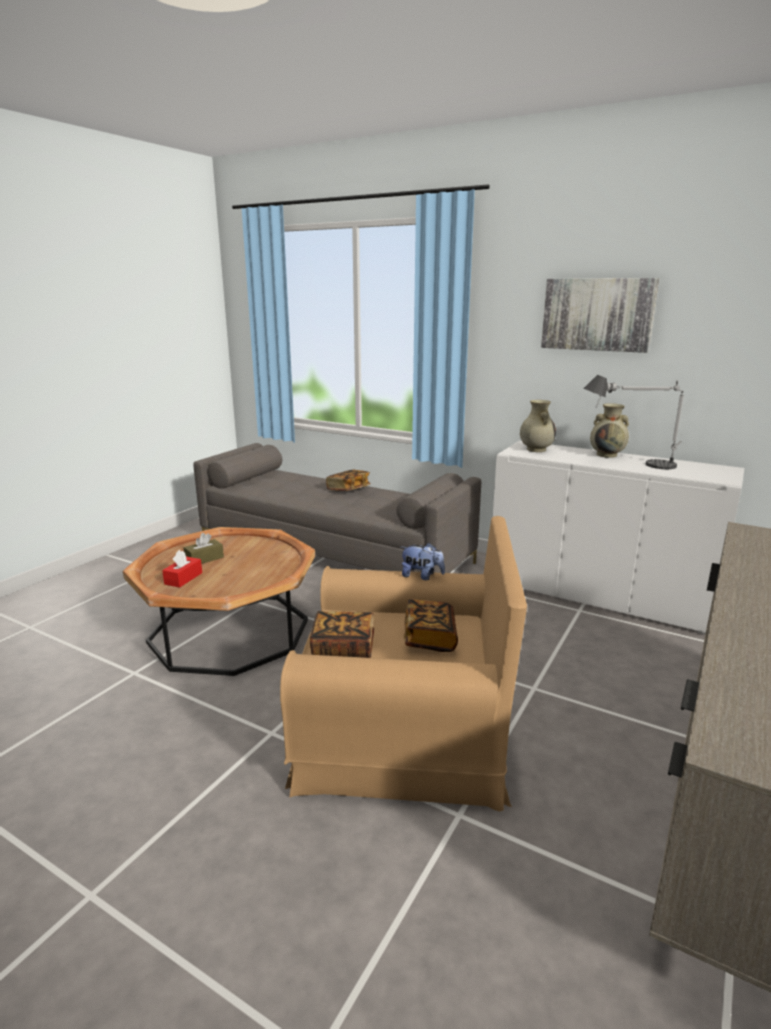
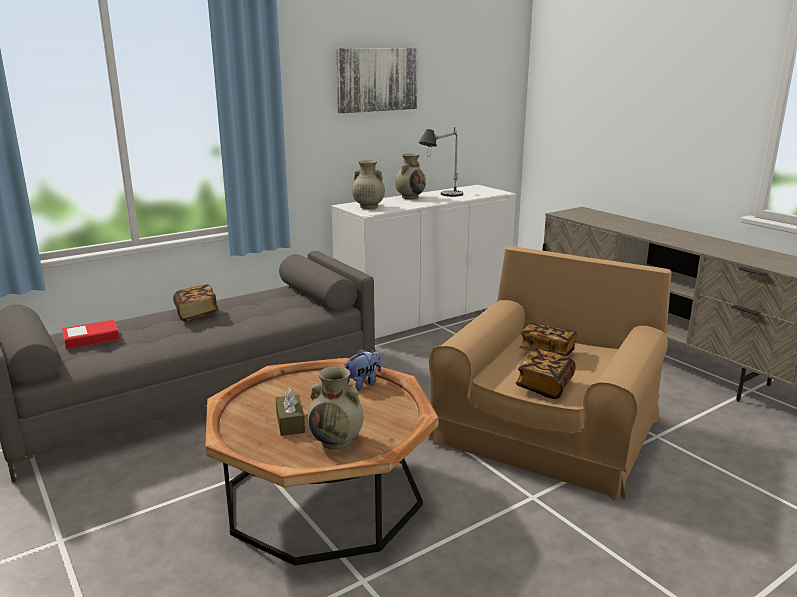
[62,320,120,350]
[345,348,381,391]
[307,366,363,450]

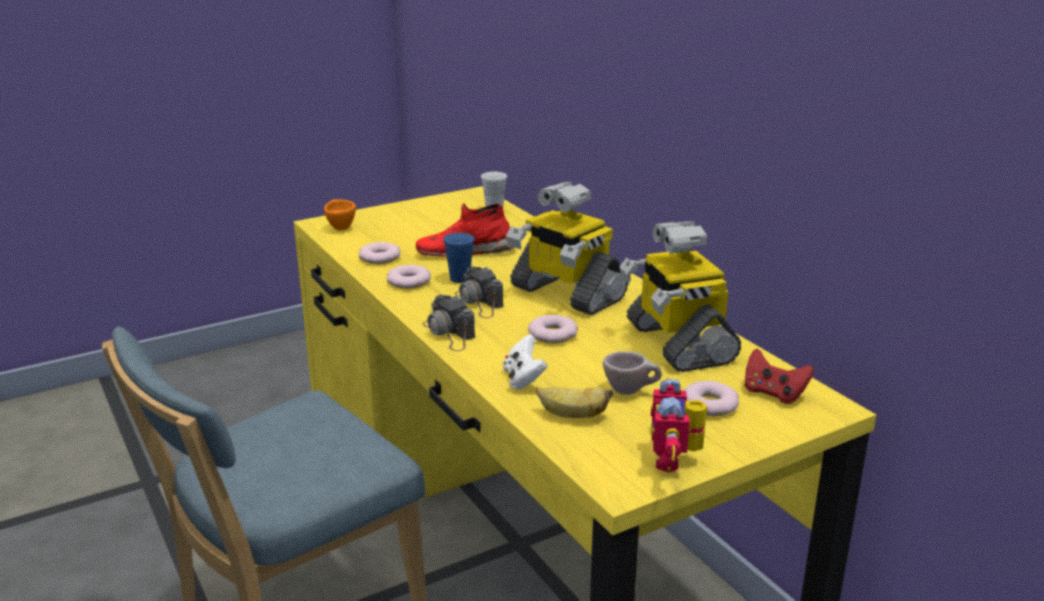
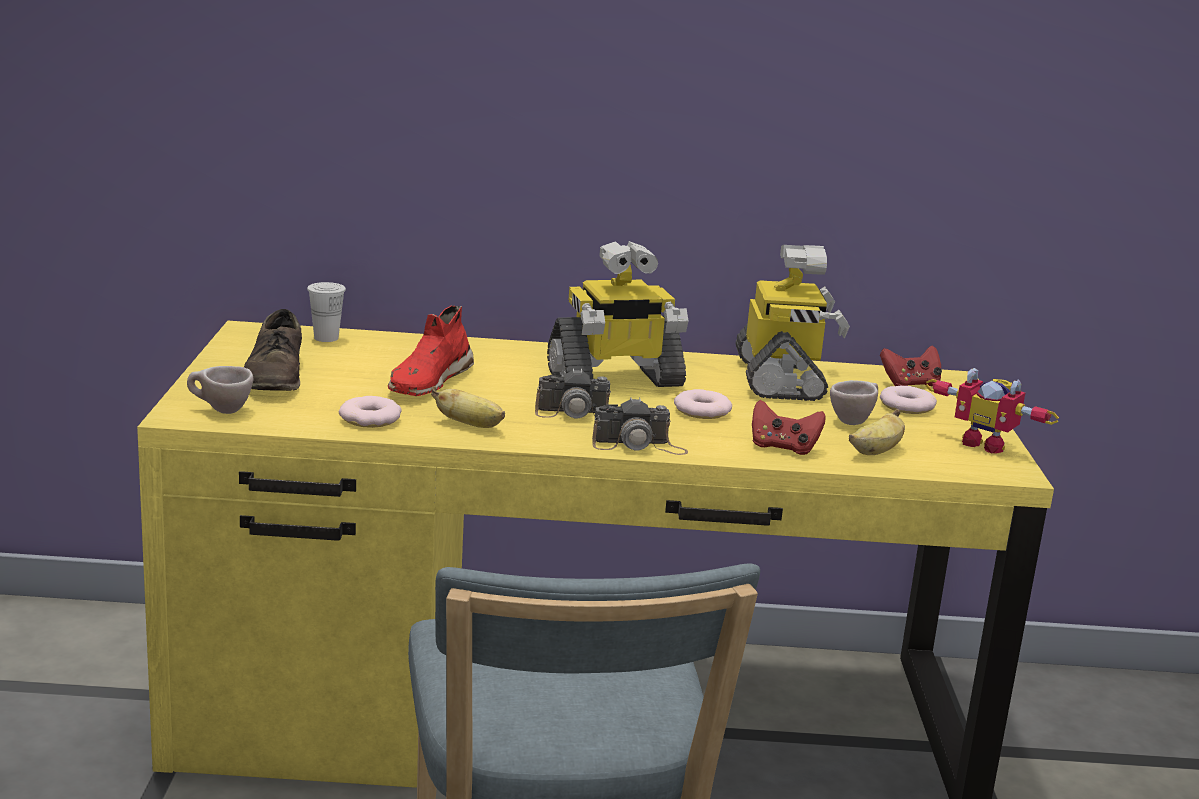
[443,233,475,283] (first image)
[244,309,302,391]
[431,386,505,428]
[187,366,254,414]
[752,400,826,455]
[736,245,850,401]

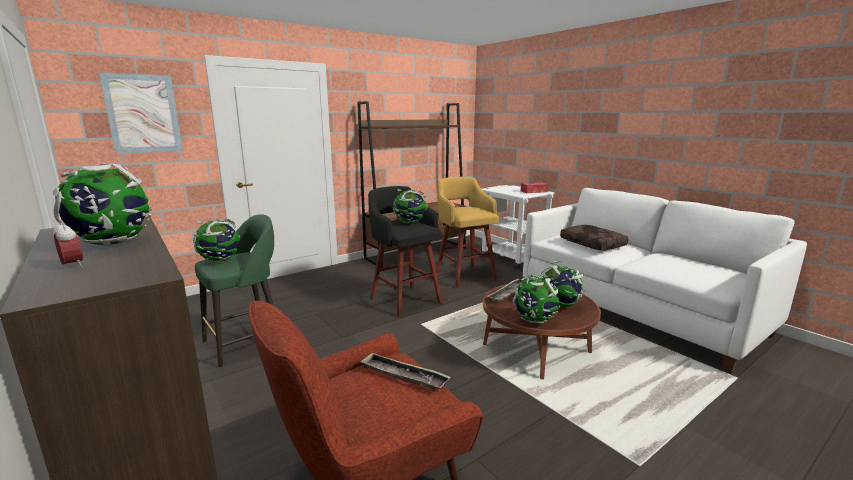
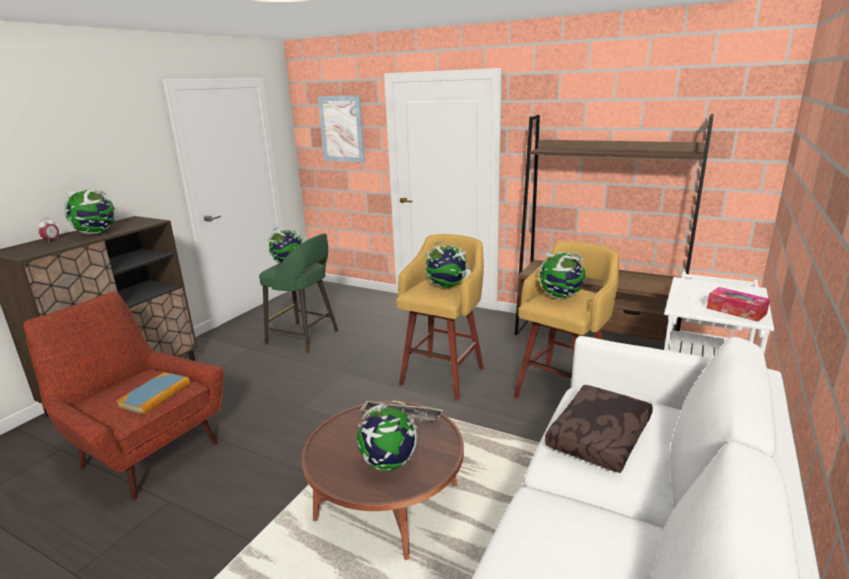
[539,252,585,299]
[117,372,190,414]
[396,234,484,400]

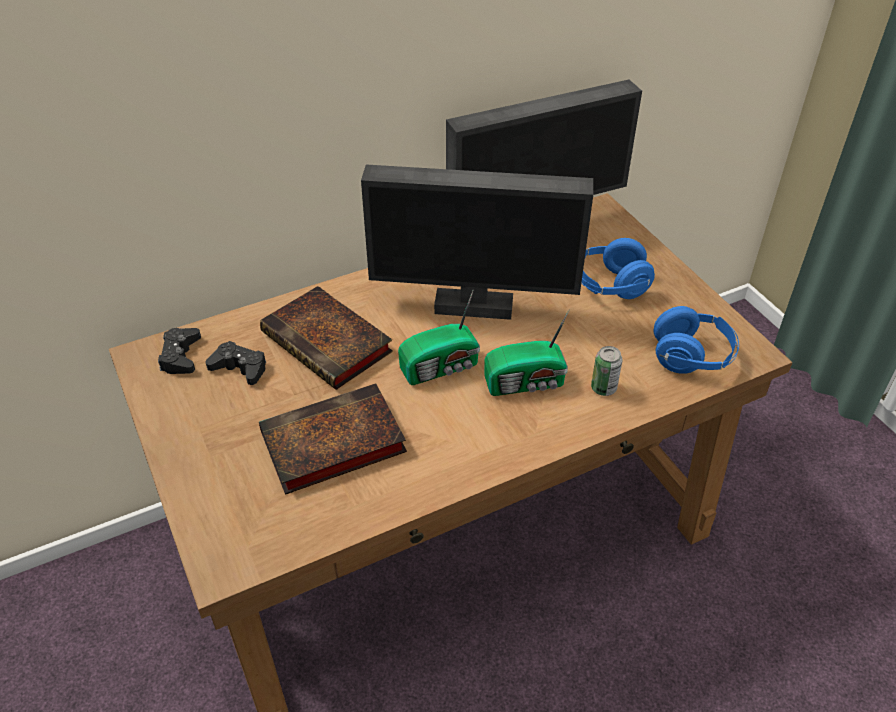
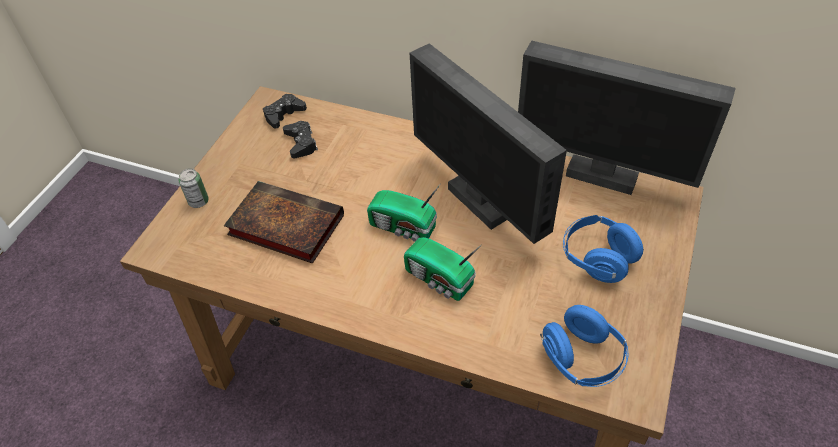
[260,286,393,390] (first image)
[178,168,209,208]

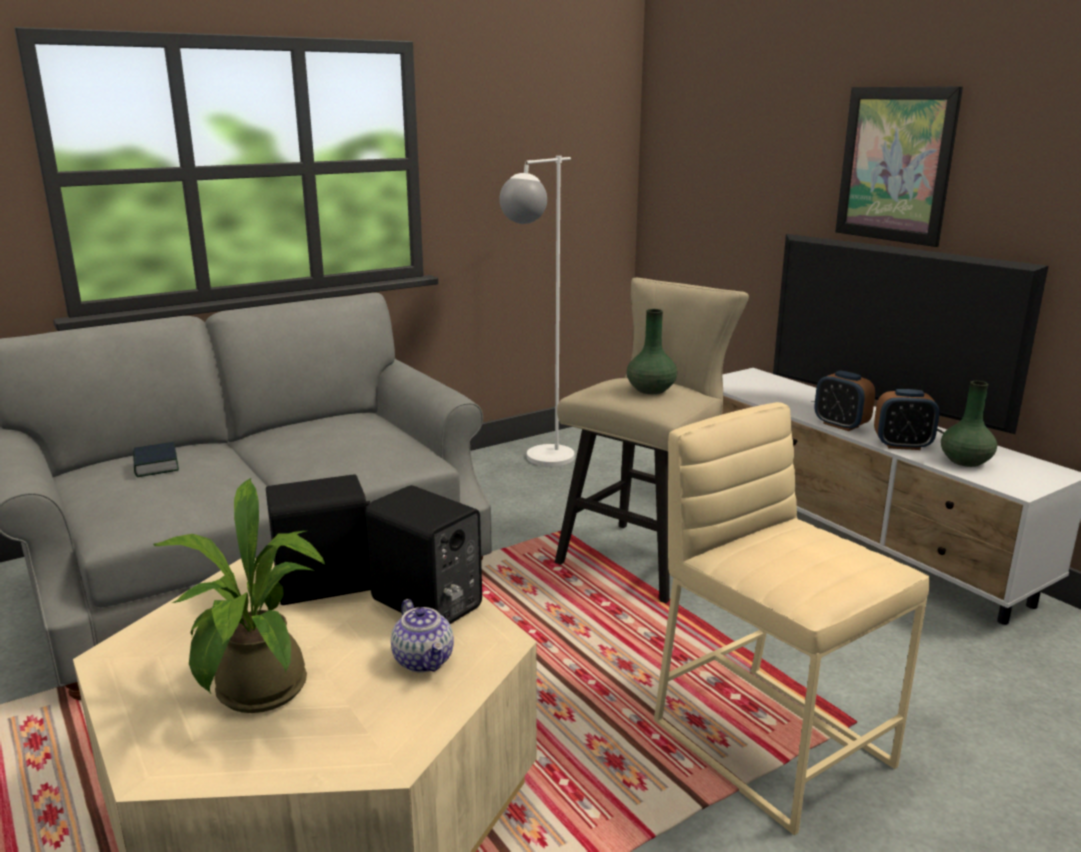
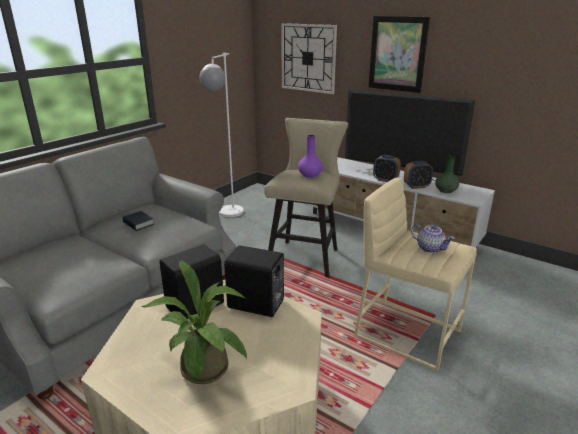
[281,23,337,94]
[122,211,154,231]
[411,224,455,253]
[298,135,323,178]

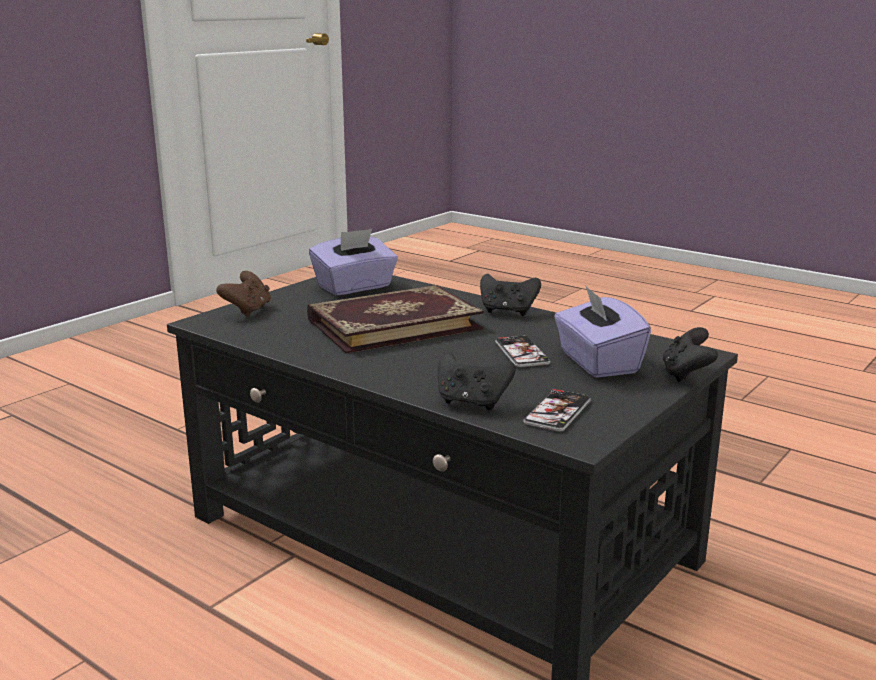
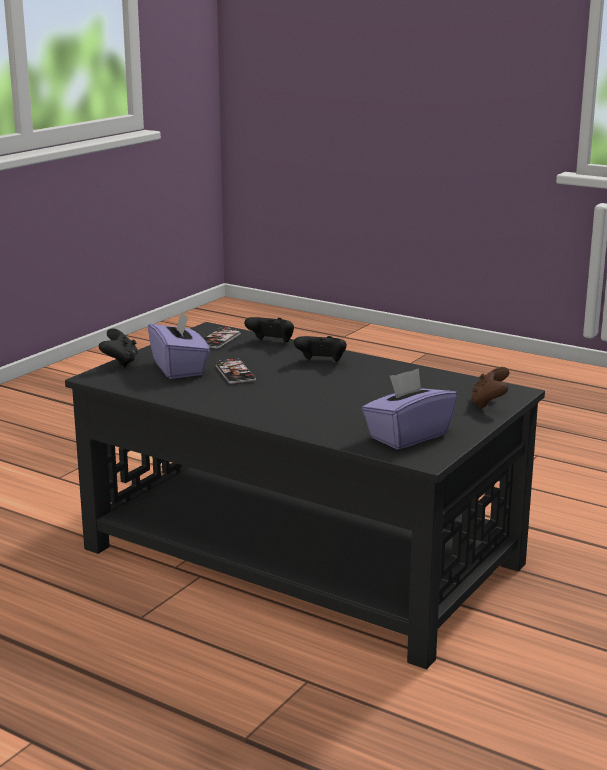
[307,285,484,353] (first image)
[294,336,347,362]

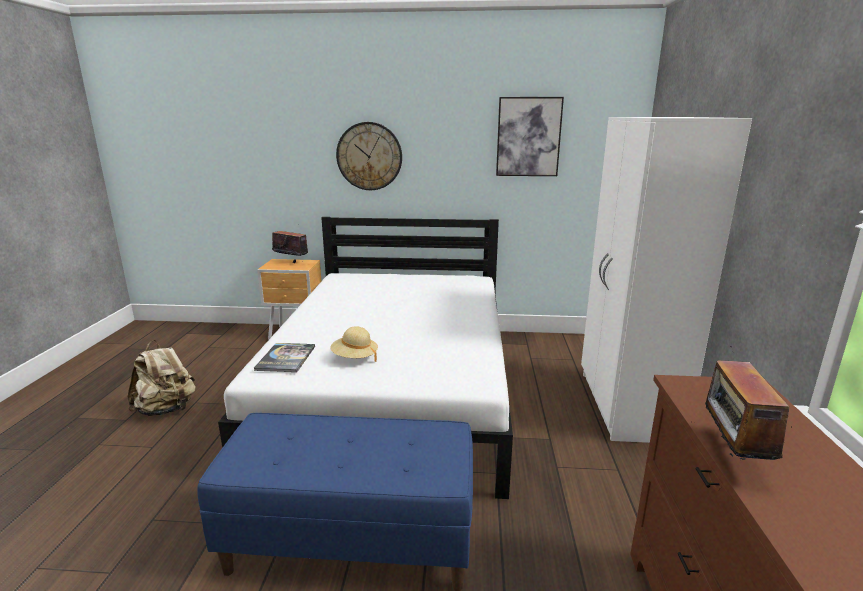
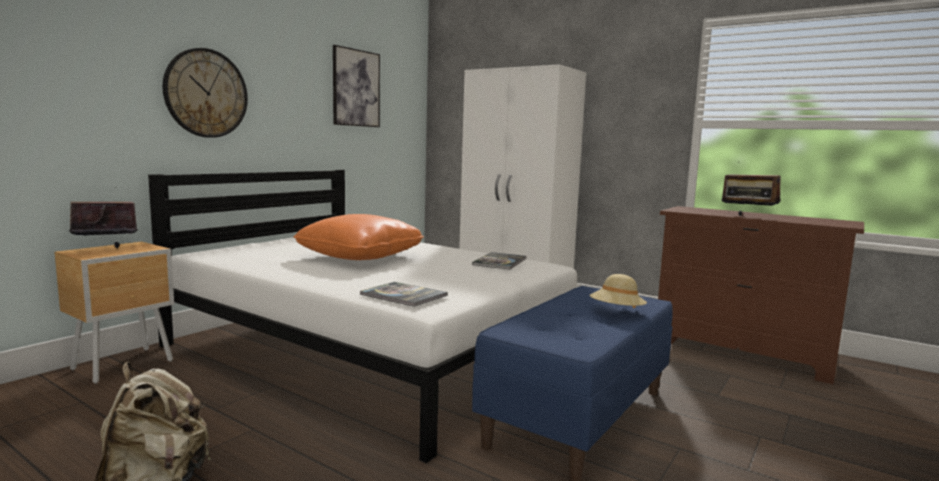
[293,214,424,260]
[472,252,527,269]
[590,274,647,308]

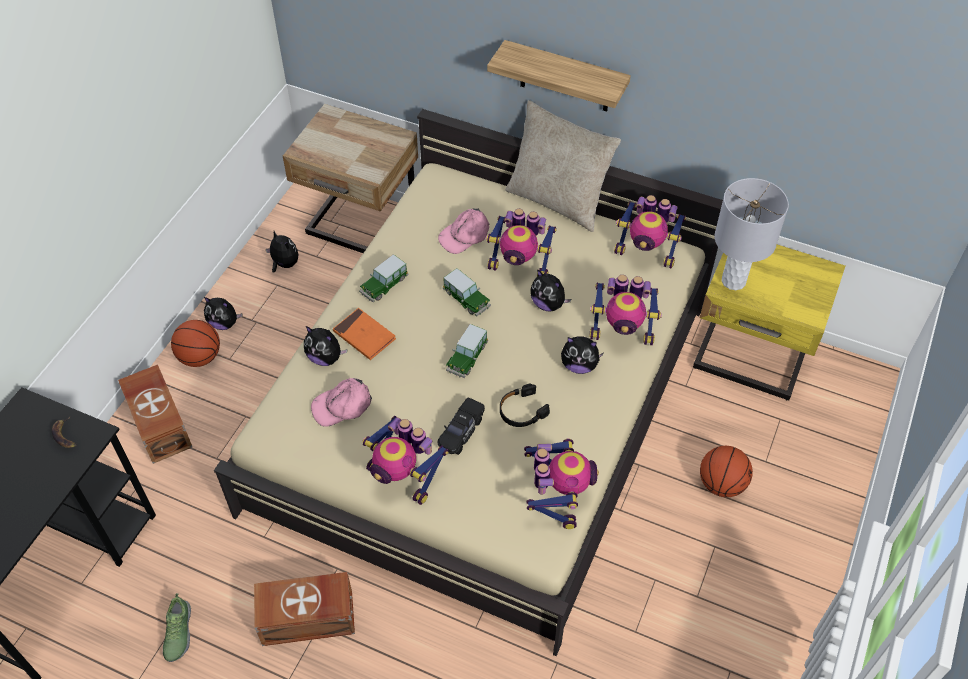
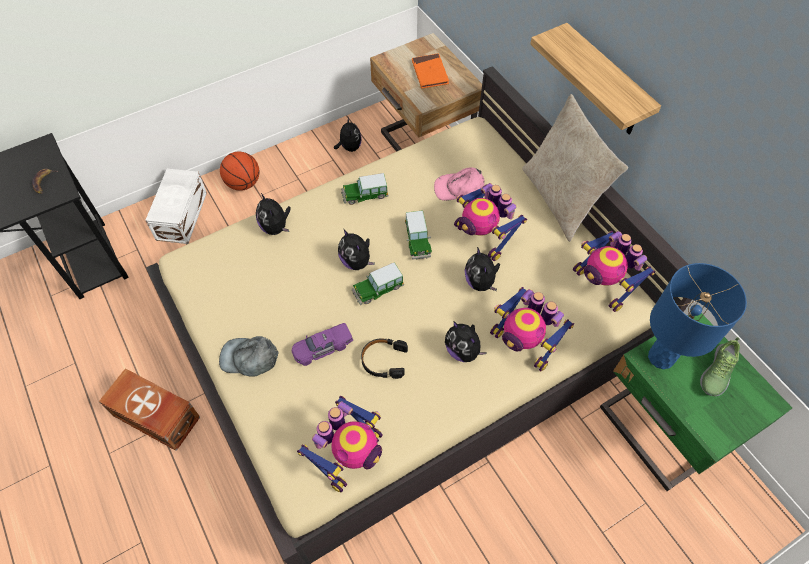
[311,378,372,427] (first image)
[700,446,753,497] (first image)
[700,337,740,396]
[338,229,375,270]
[412,53,449,89]
[219,336,279,377]
[145,169,207,244]
[292,323,353,366]
[600,313,792,491]
[648,263,747,369]

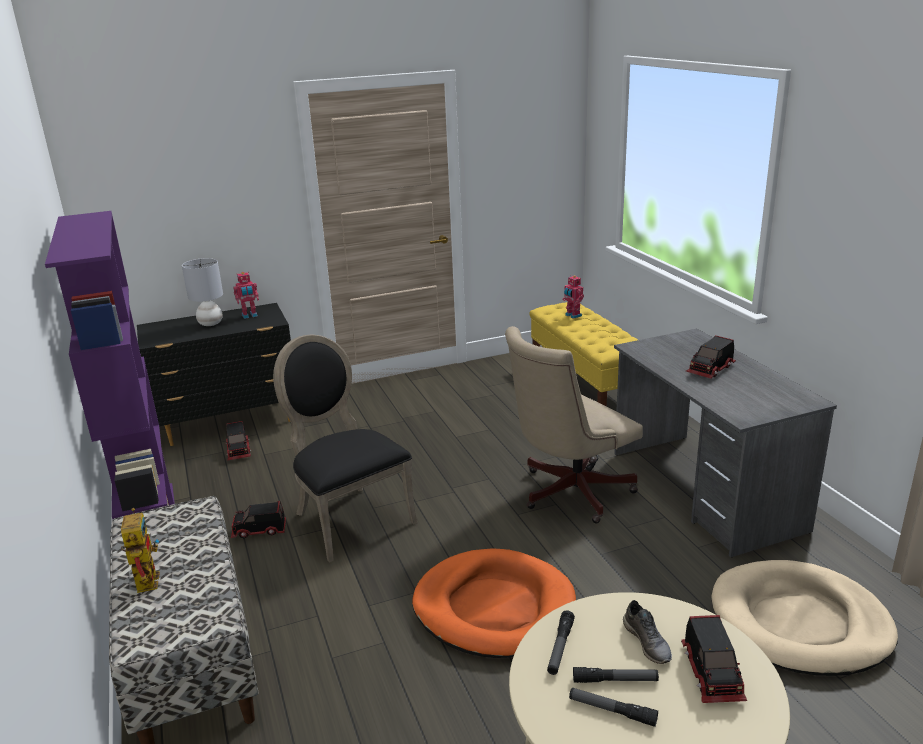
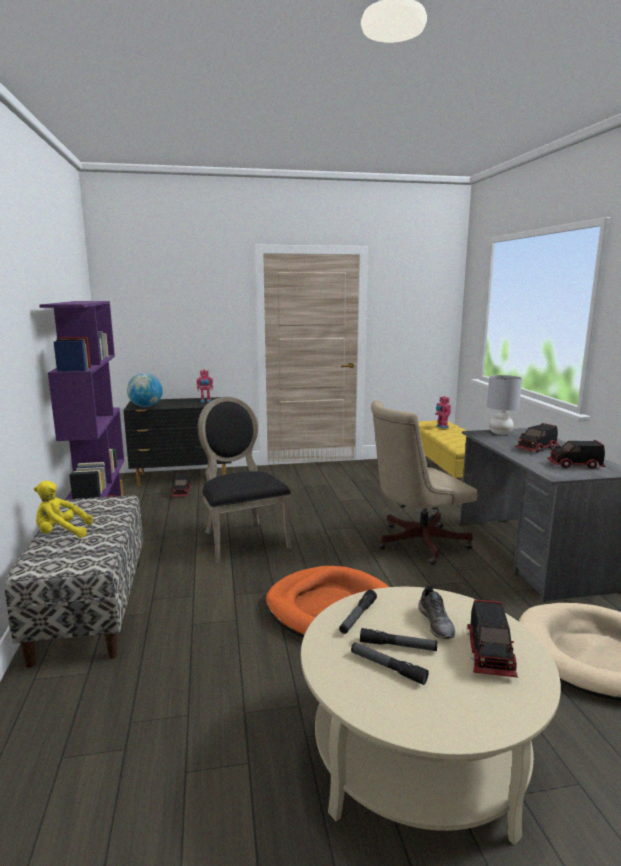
[127,373,163,407]
[487,375,522,435]
[547,440,605,469]
[34,481,93,538]

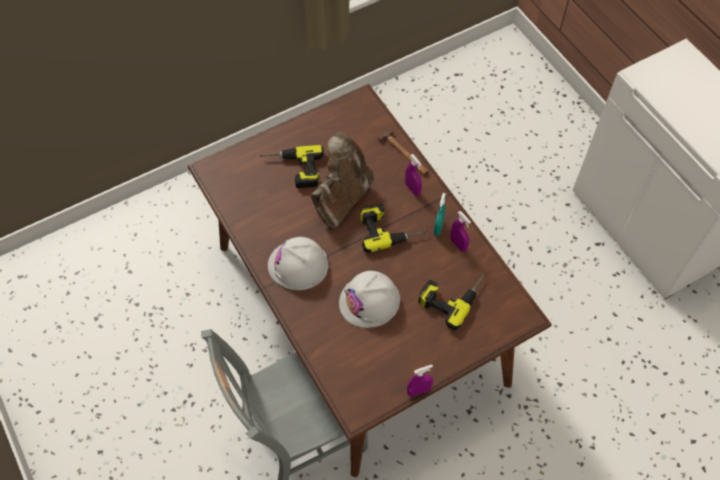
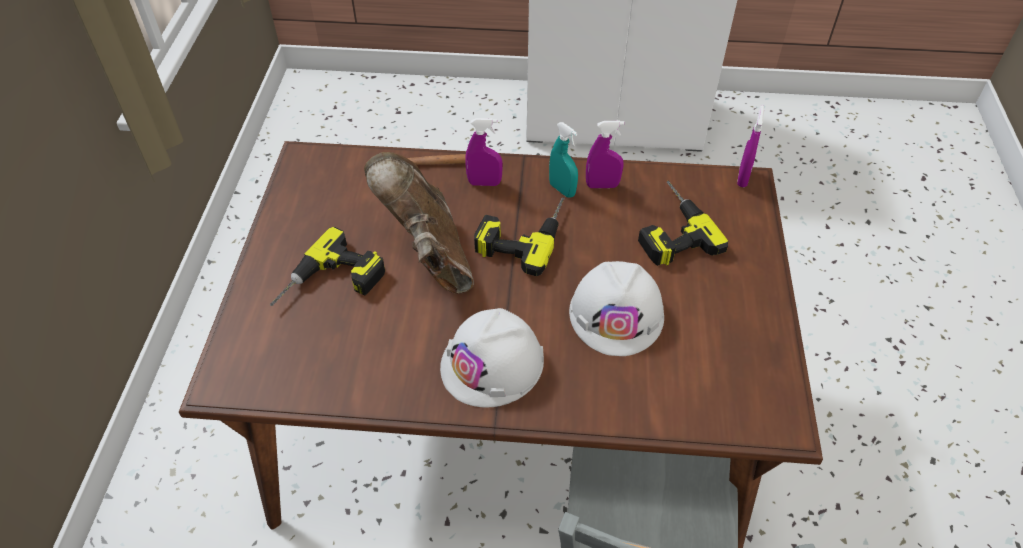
[737,105,764,187]

